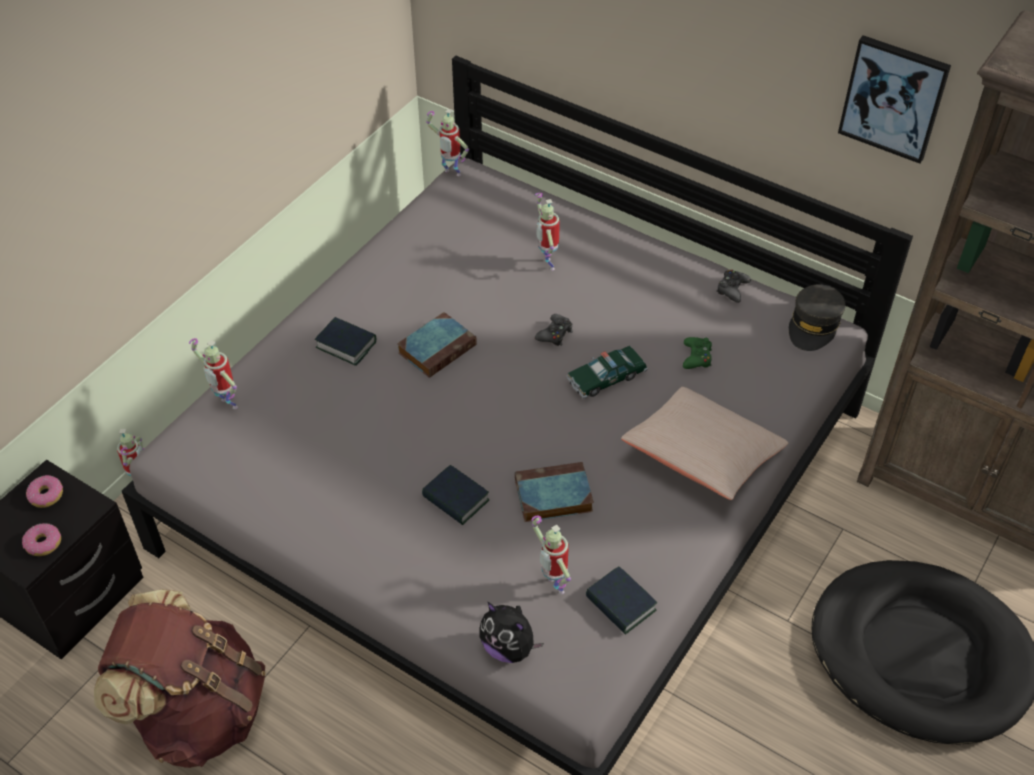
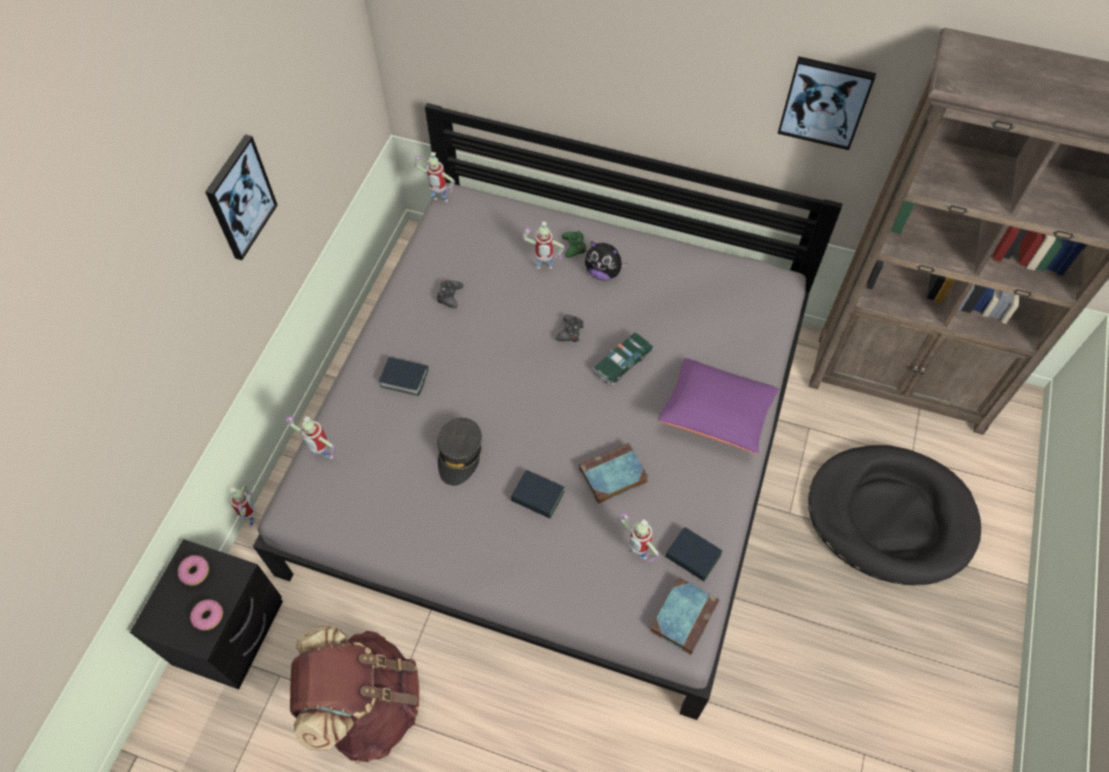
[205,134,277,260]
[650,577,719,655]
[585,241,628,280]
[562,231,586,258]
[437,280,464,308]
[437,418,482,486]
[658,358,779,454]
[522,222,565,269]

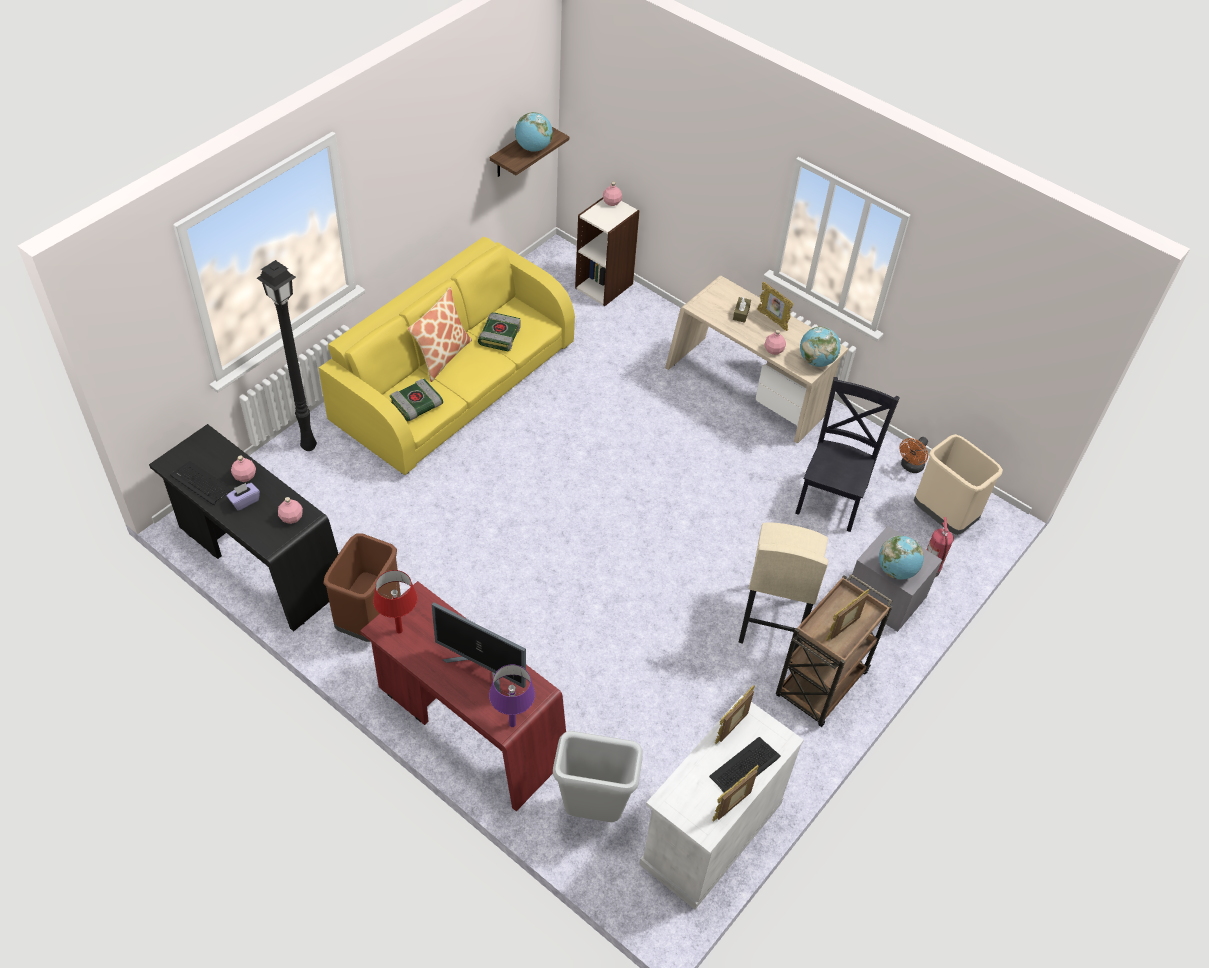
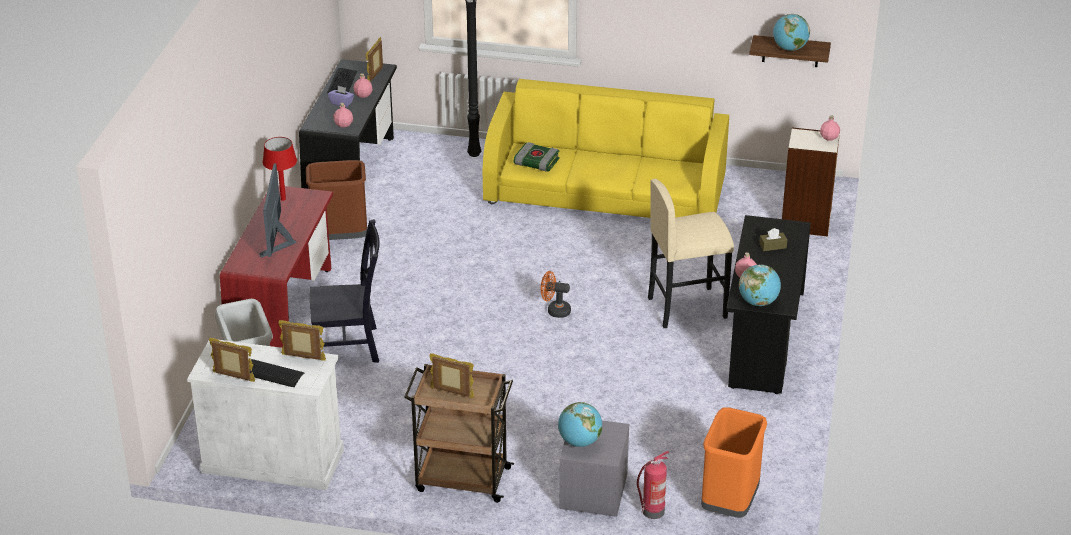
[408,287,472,382] (first image)
[478,312,521,352] (first image)
[489,664,535,727] (first image)
[648,179,734,328]
[366,37,383,81]
[310,219,380,363]
[541,271,571,318]
[726,215,811,394]
[701,407,767,518]

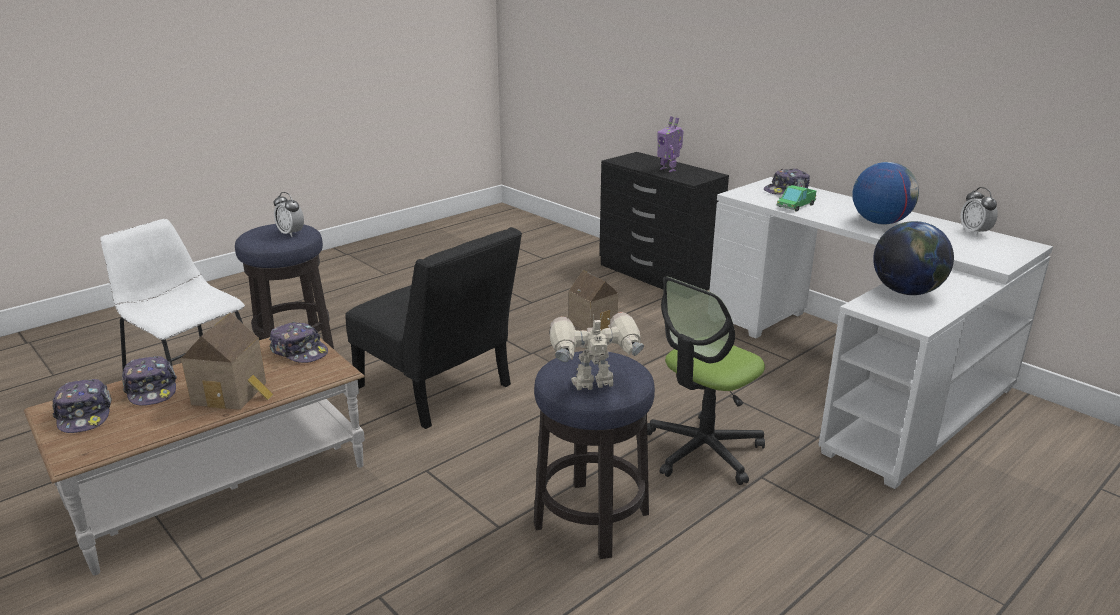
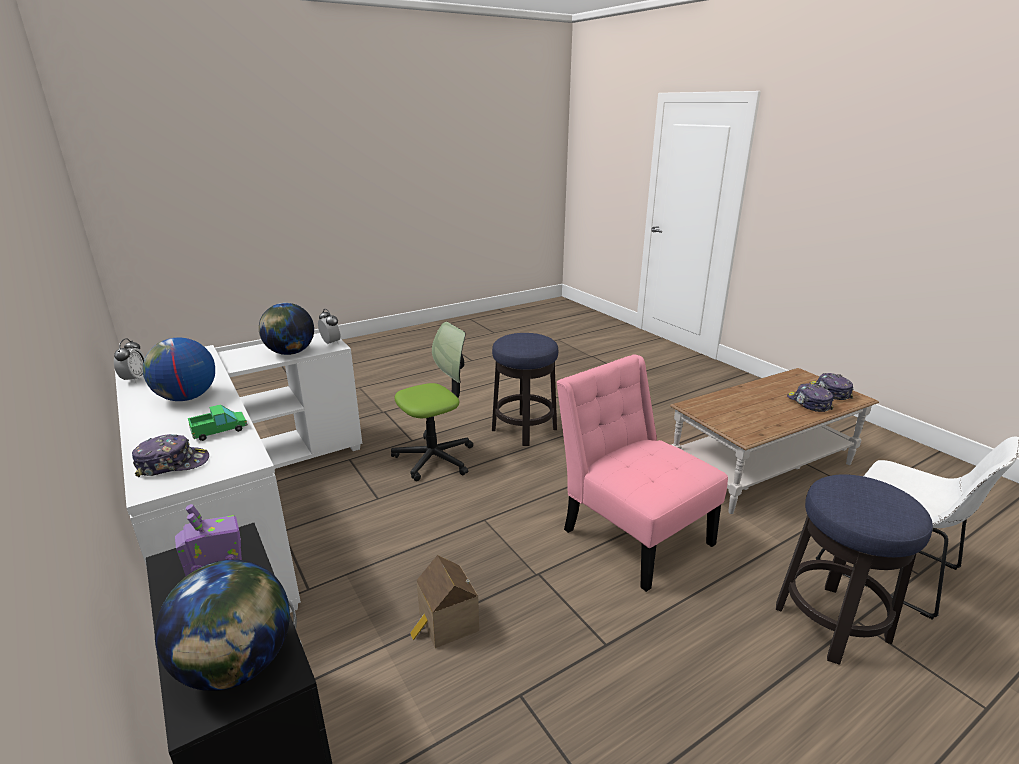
[181,313,273,410] (first image)
[269,322,328,363] (first image)
[549,312,644,390] (first image)
[155,560,290,691]
[318,309,341,344]
[556,355,728,592]

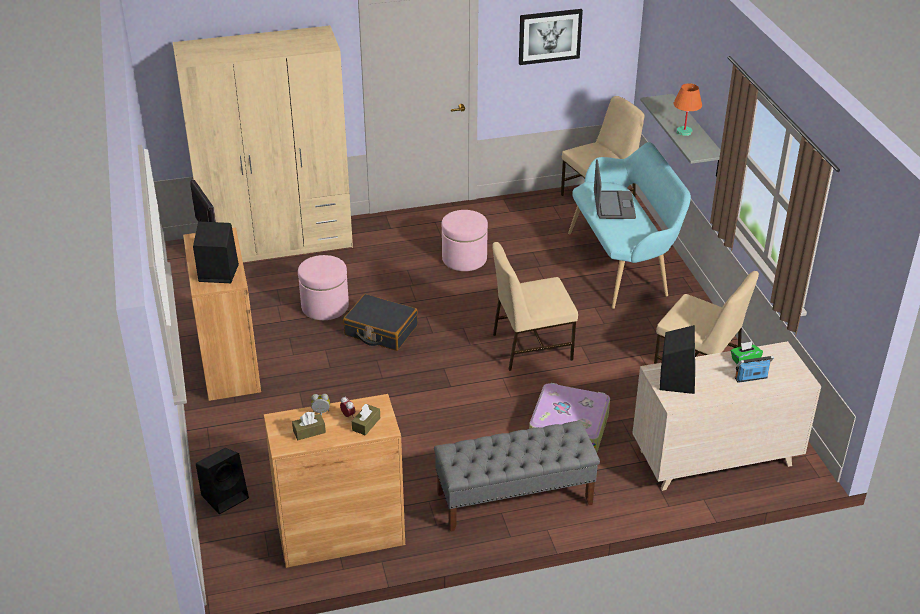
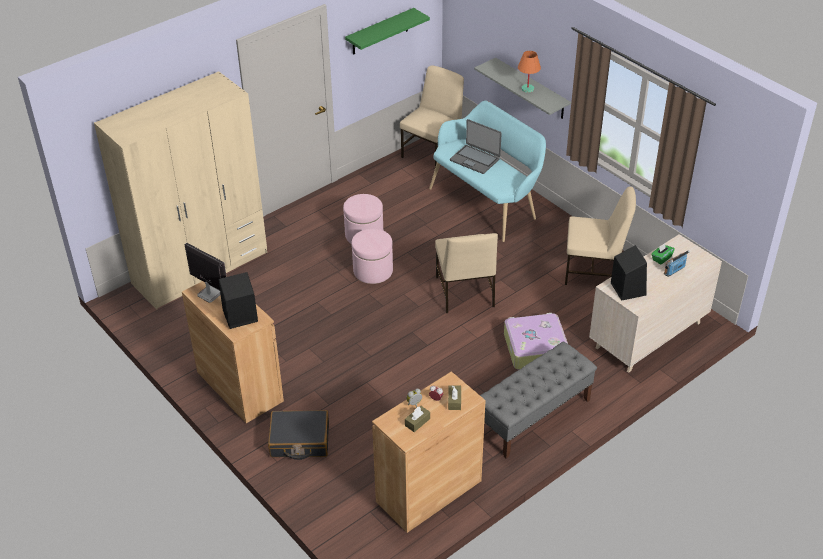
[196,448,249,514] (first image)
[352,229,393,284]
[268,410,329,460]
[345,8,430,55]
[435,233,498,313]
[450,119,502,174]

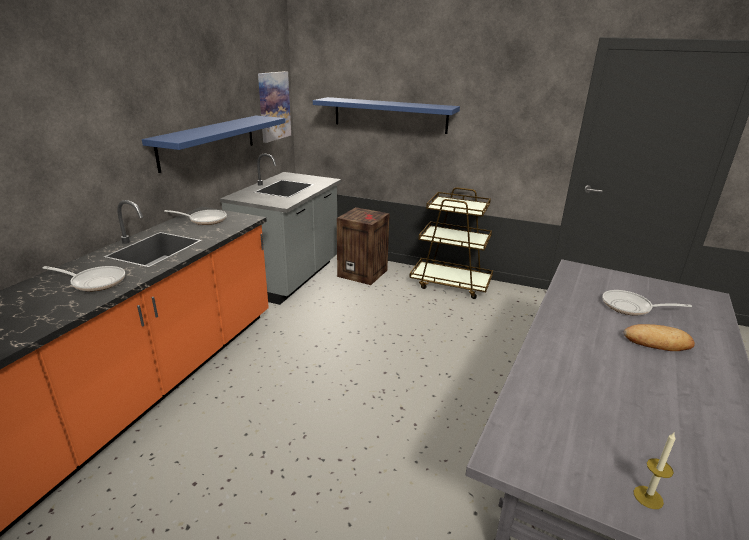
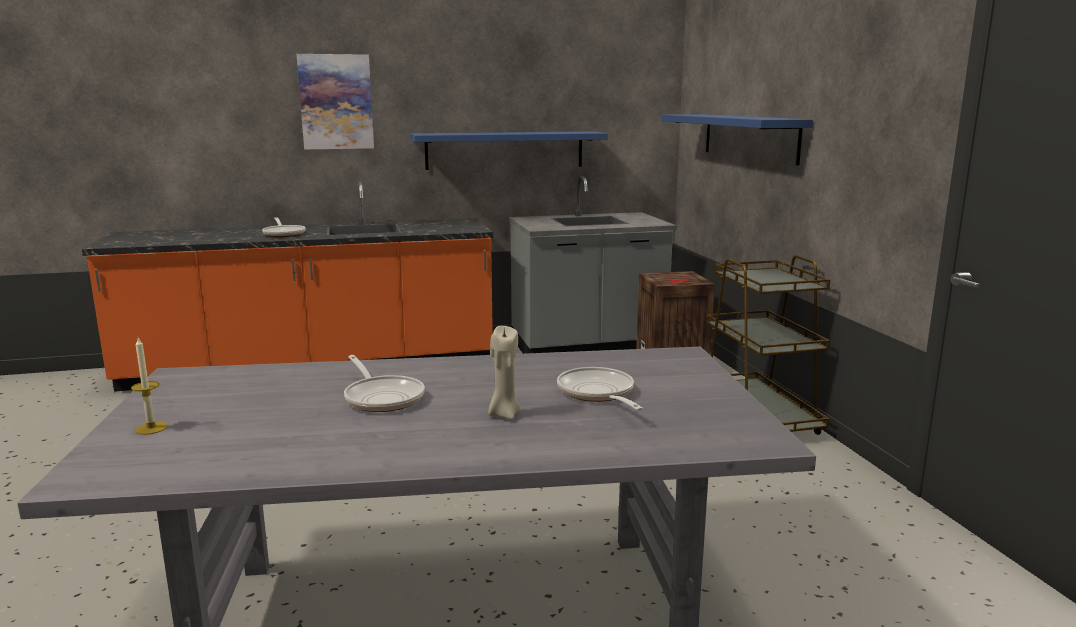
[344,355,425,412]
[297,54,374,150]
[488,326,521,419]

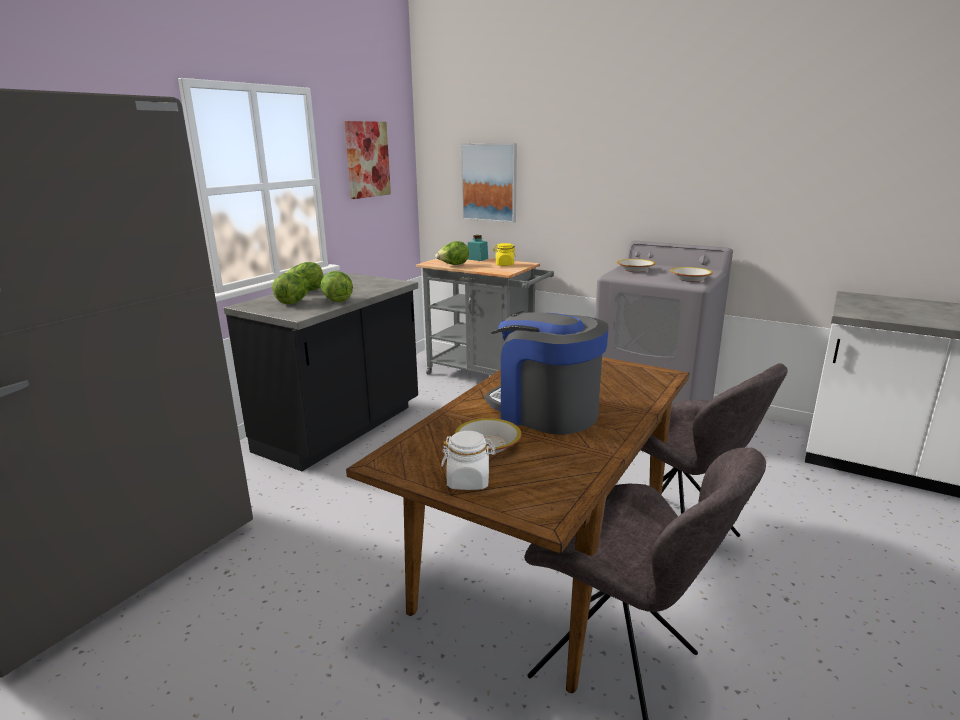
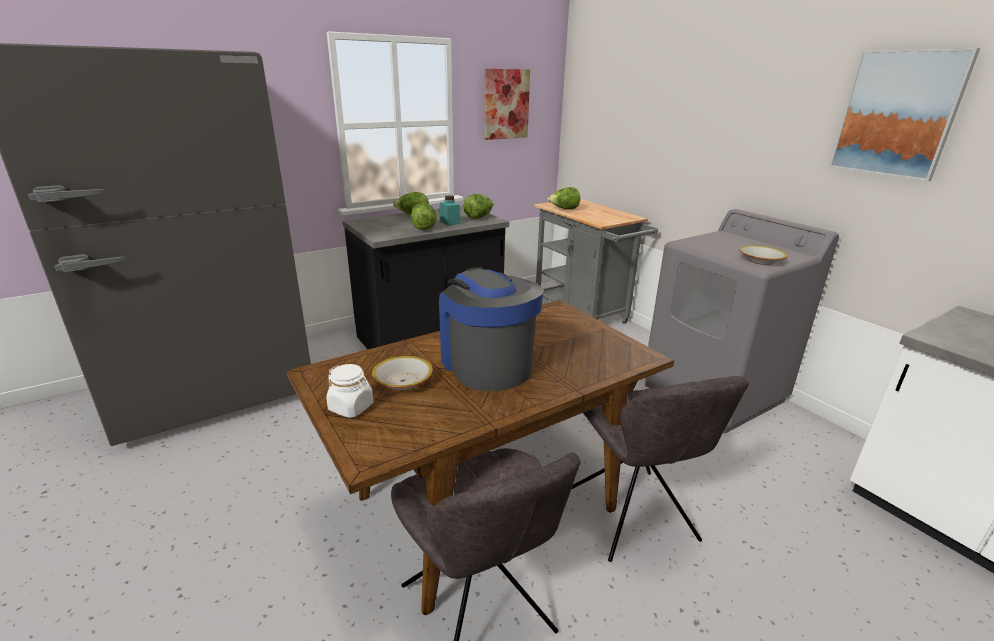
[493,243,516,266] (first image)
[617,259,655,272] (first image)
[463,194,494,219]
[829,48,980,182]
[439,195,461,226]

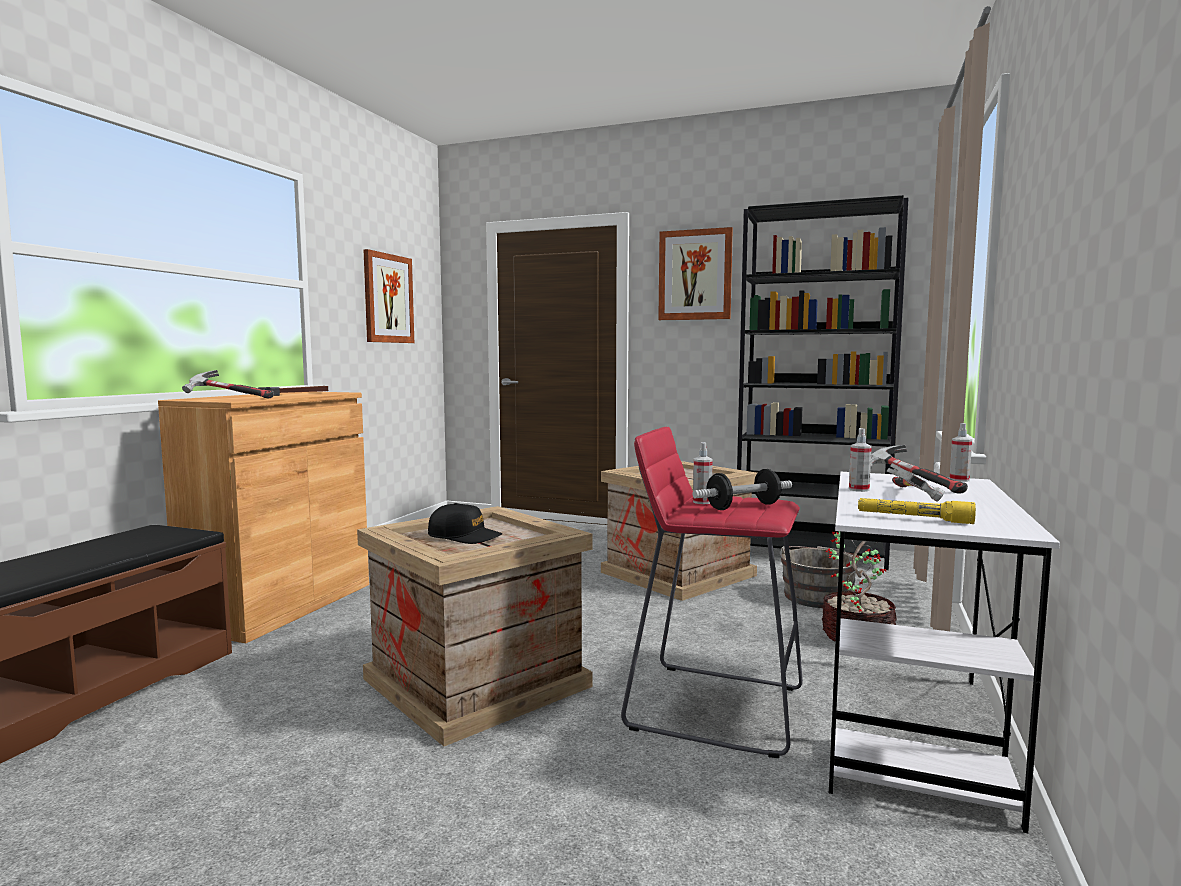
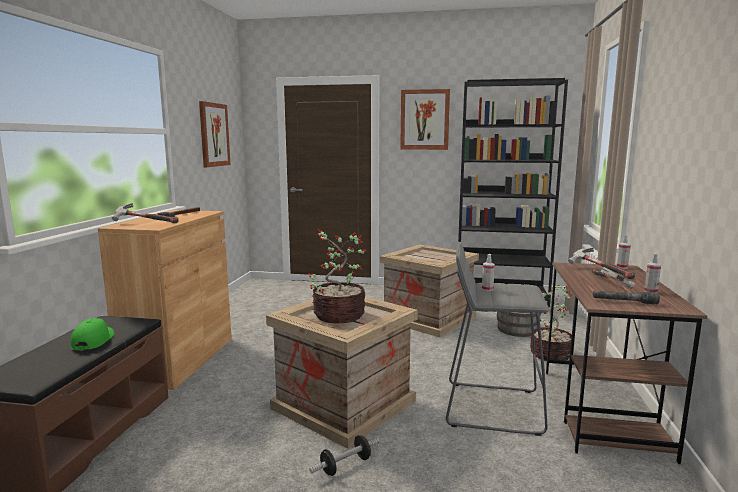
[71,318,114,351]
[309,435,379,476]
[644,253,661,292]
[308,228,366,324]
[446,242,550,436]
[546,262,707,464]
[593,291,660,304]

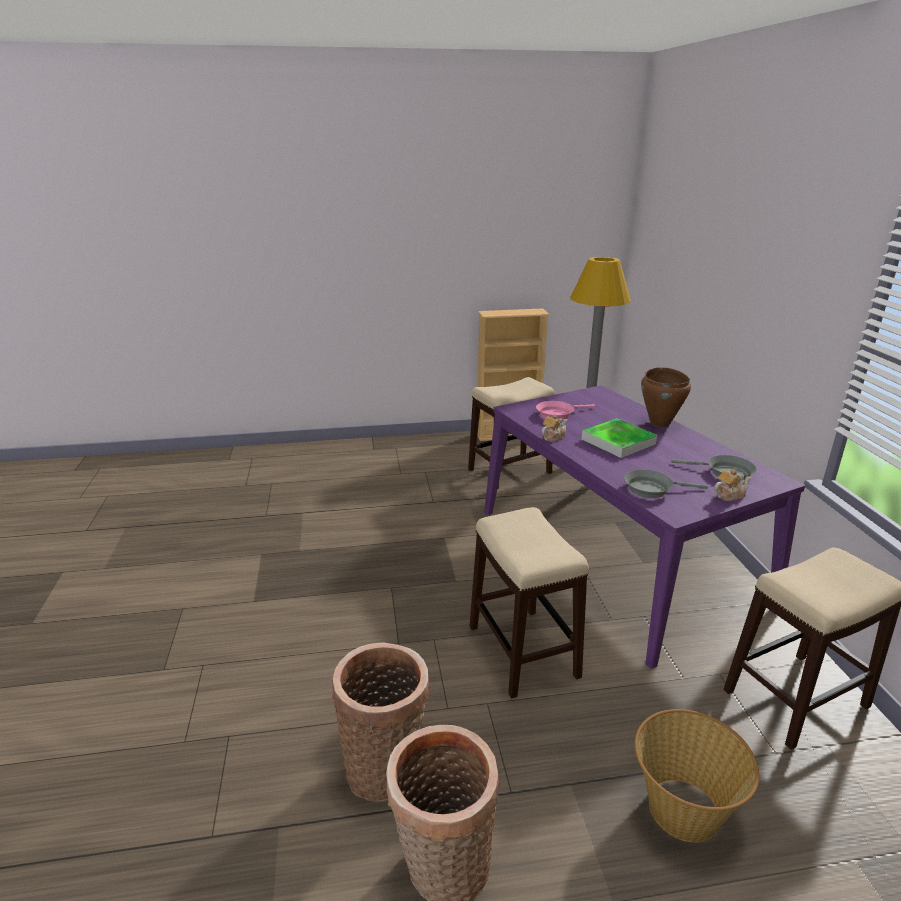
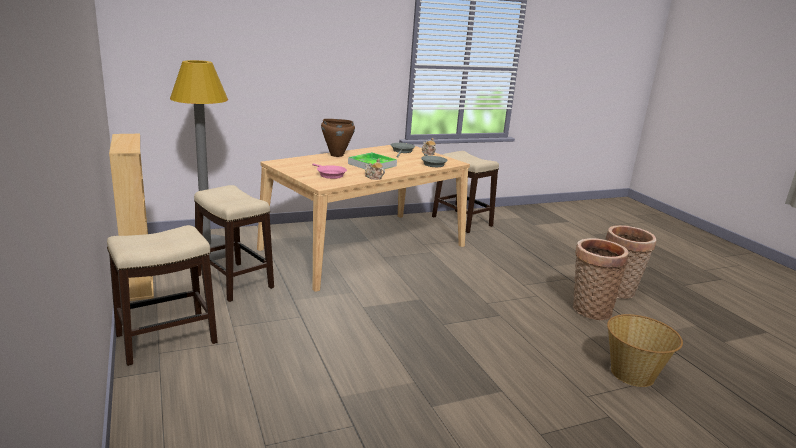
[107,225,218,366]
[607,314,683,387]
[257,145,470,292]

